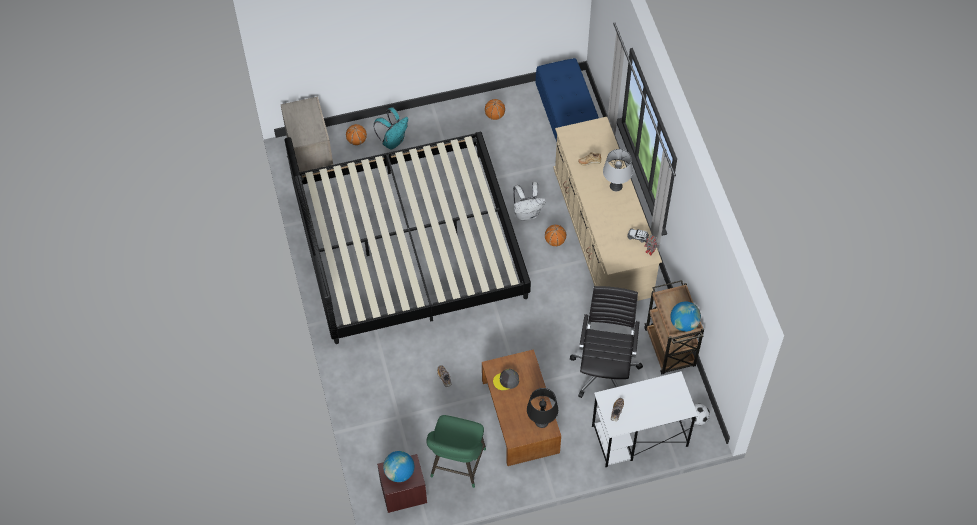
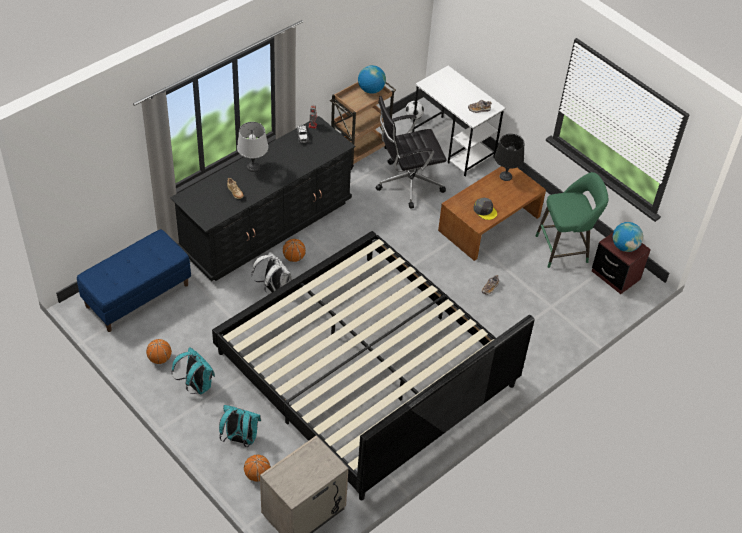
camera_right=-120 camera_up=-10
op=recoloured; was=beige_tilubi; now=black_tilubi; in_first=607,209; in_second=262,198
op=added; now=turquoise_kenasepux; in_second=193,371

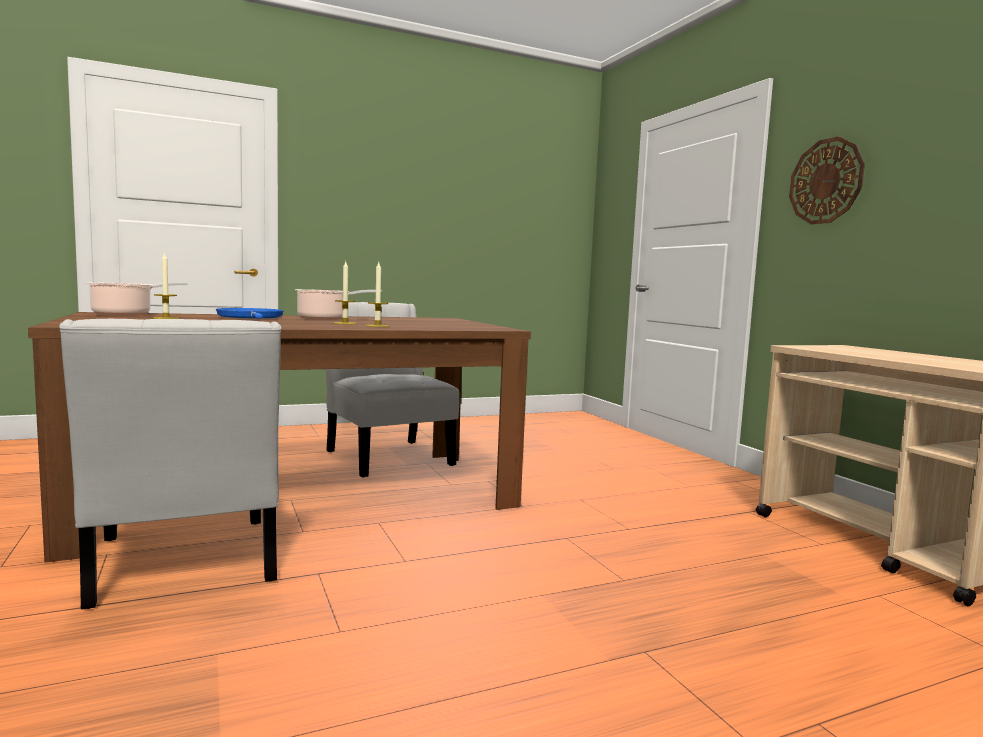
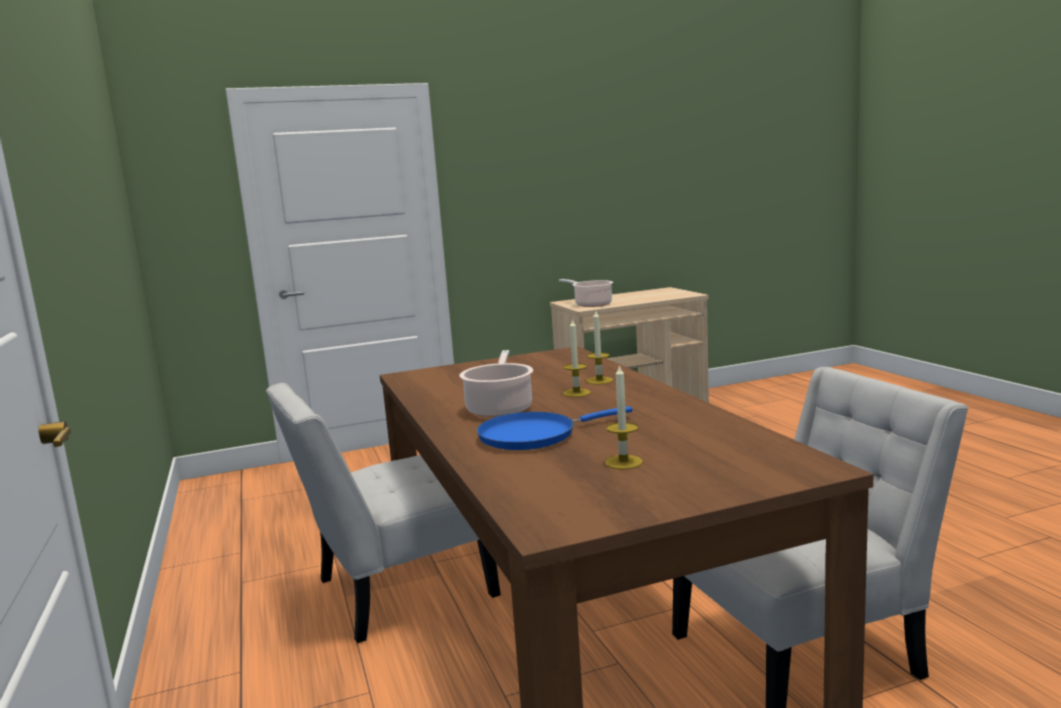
camera_right=-85 camera_up=5
op=removed; was=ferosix; in_first=827,180
op=moved; was=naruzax; in_first=137,299; in_second=586,293

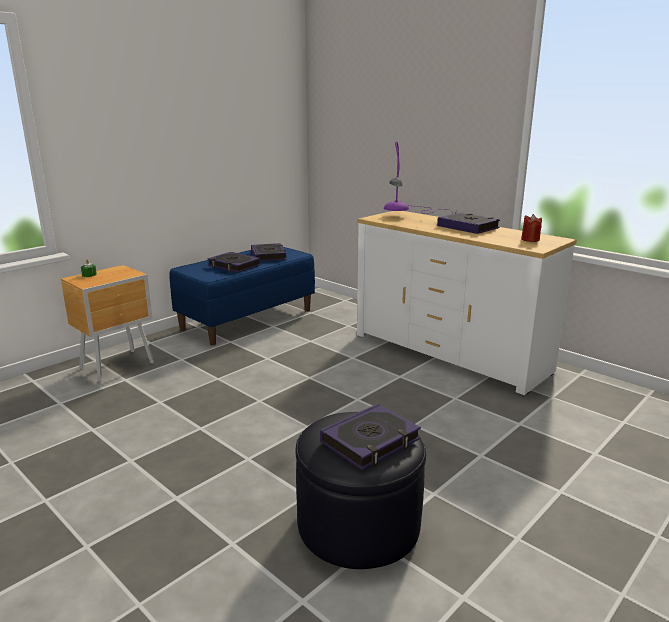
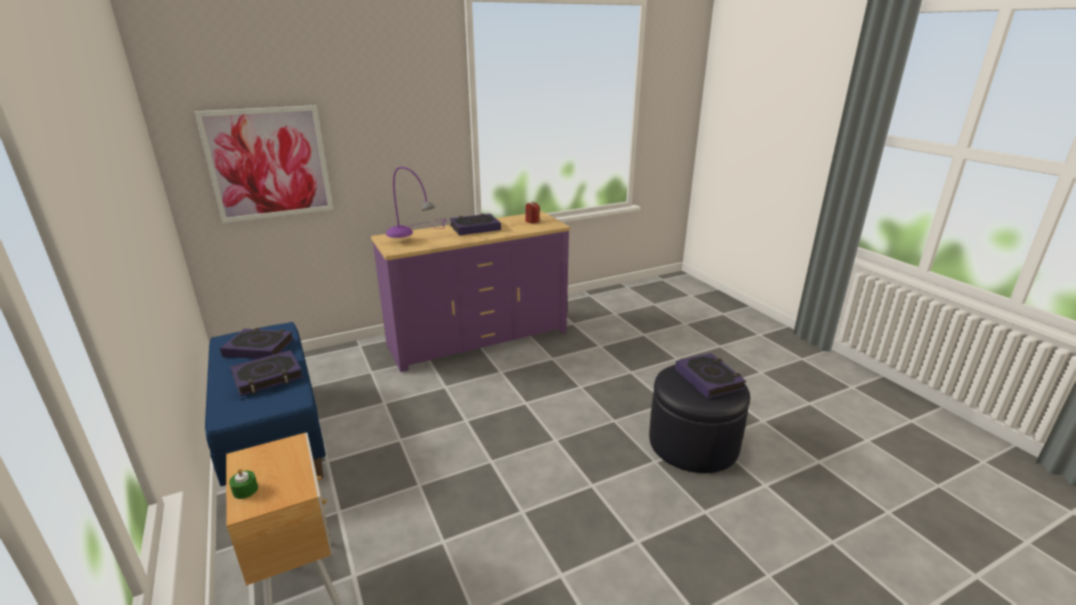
camera_right=-70 camera_up=5
op=recoloured; was=white_tilubi; now=purple_tilubi; in_first=467,303; in_second=470,291
op=added; now=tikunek; in_second=263,164

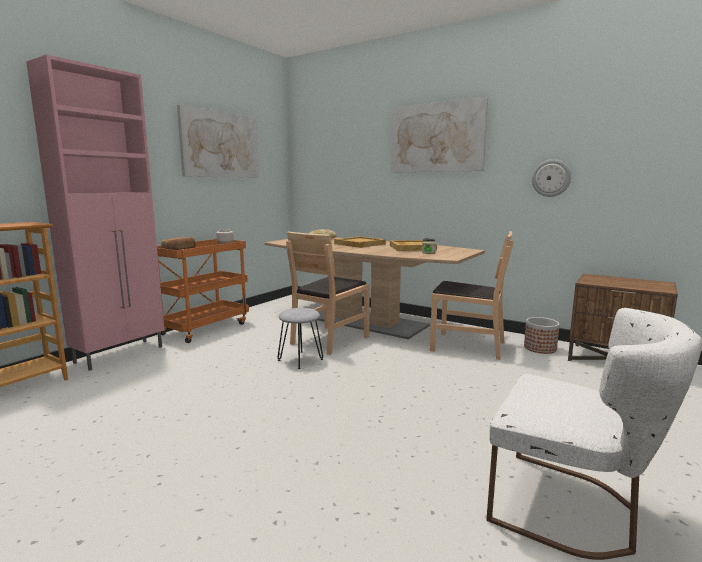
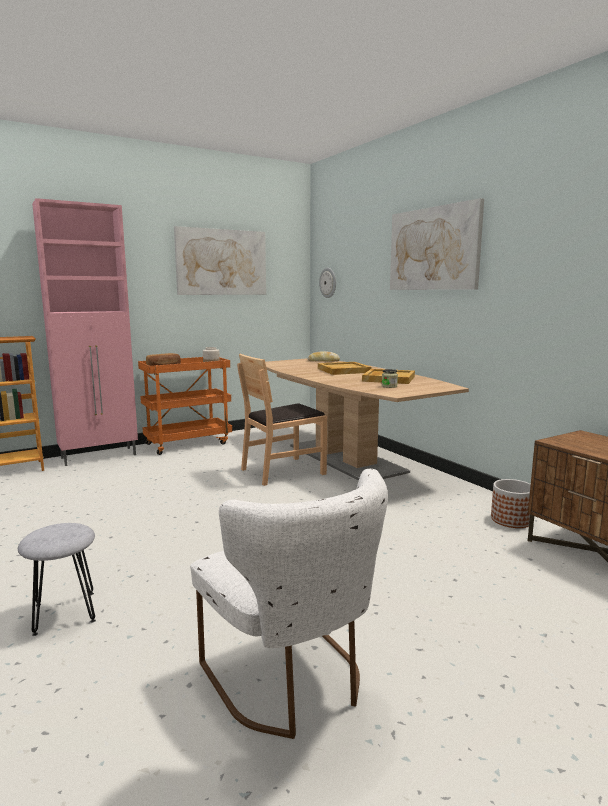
camera_right=25 camera_up=0
op=moved; was=ferosix; in_first=551,178; in_second=327,283
op=removed; was=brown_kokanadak; in_first=471,295
op=moved; was=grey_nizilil; in_first=300,338; in_second=57,579

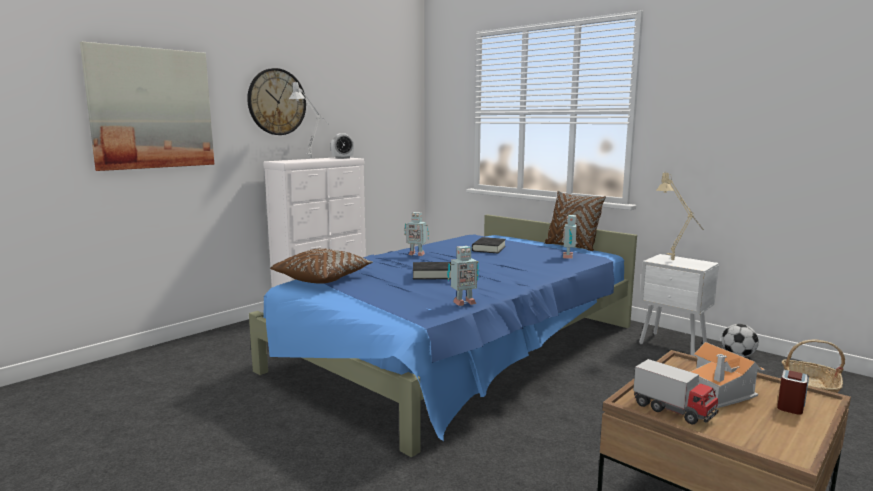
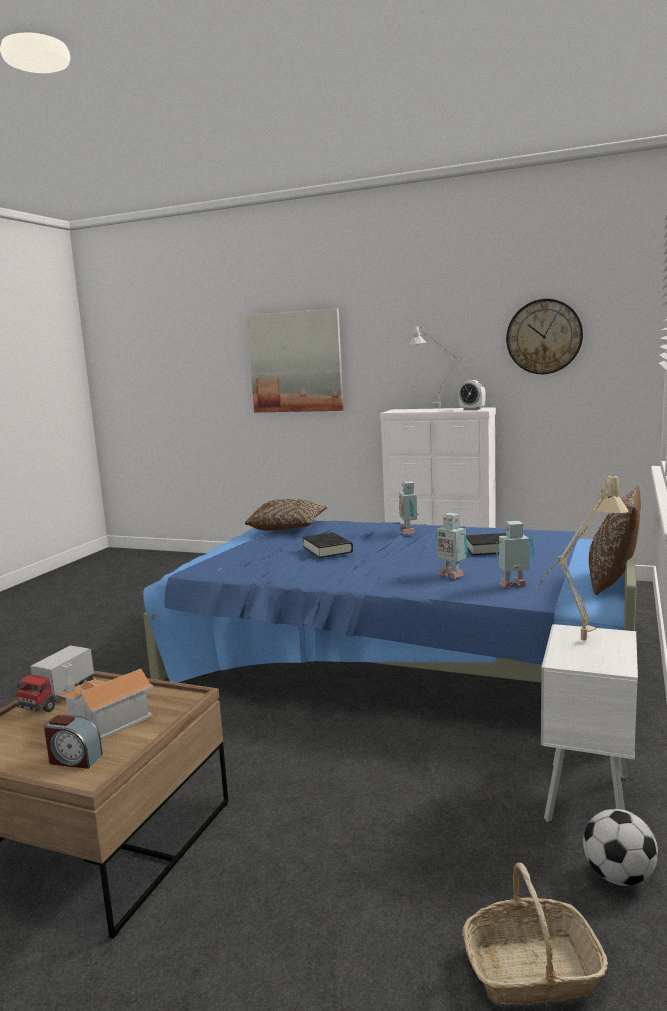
camera_right=70 camera_up=0
op=moved; was=ferosix; in_first=276,101; in_second=544,336
op=moved; was=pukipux; in_first=463,276; in_second=452,546

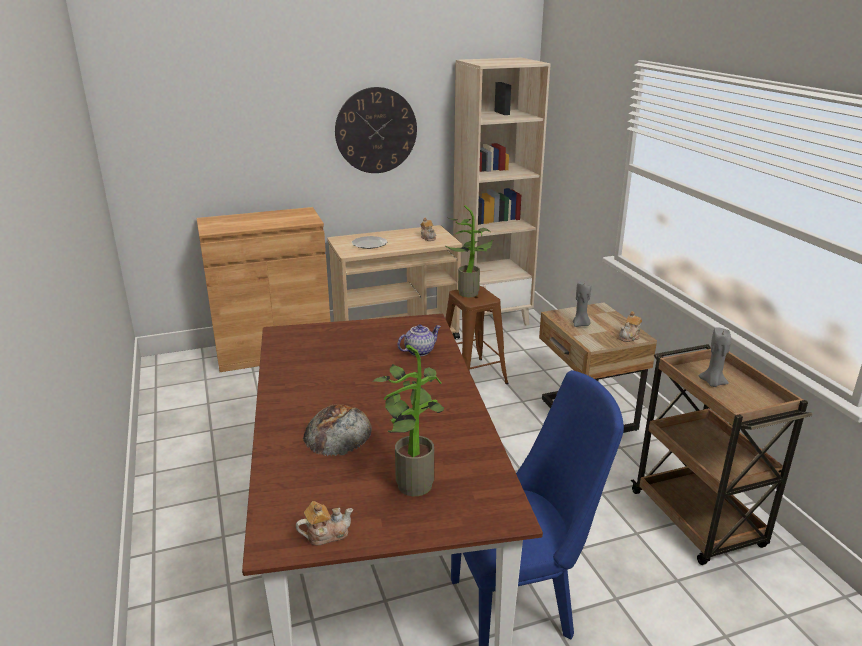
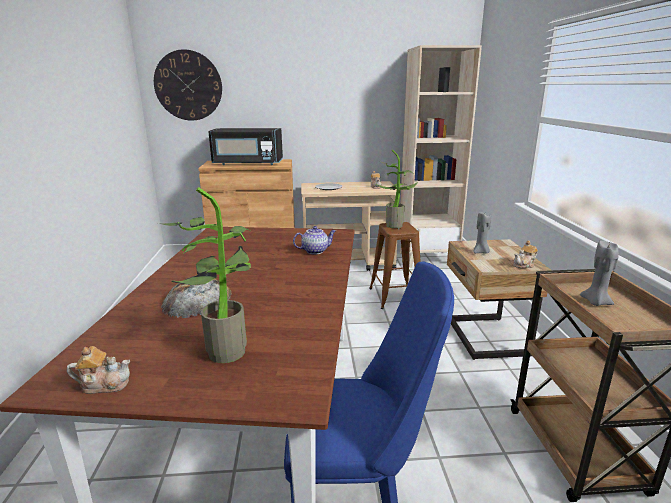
camera_right=15 camera_up=-5
op=moved; was=ferosix; in_first=376,130; in_second=188,85
op=added; now=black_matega; in_second=245,146

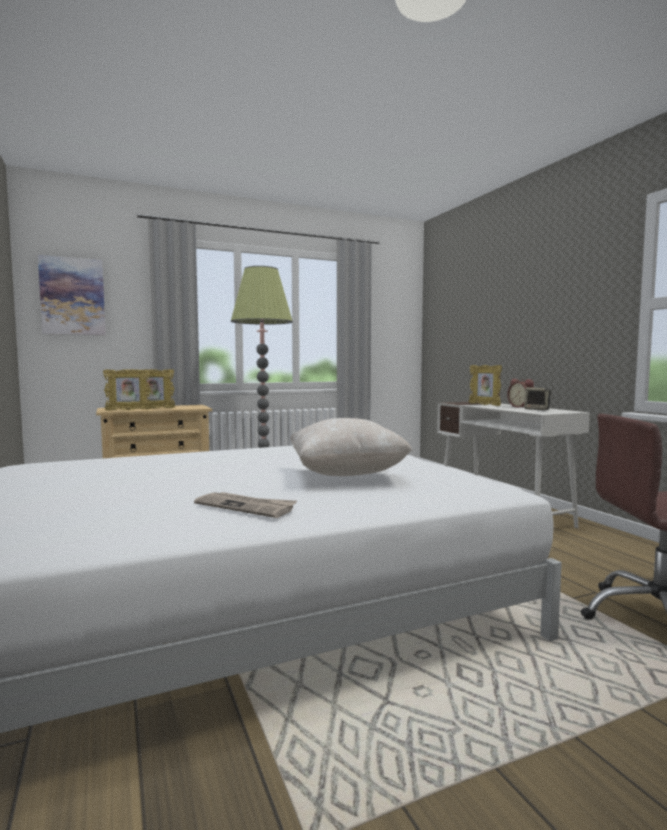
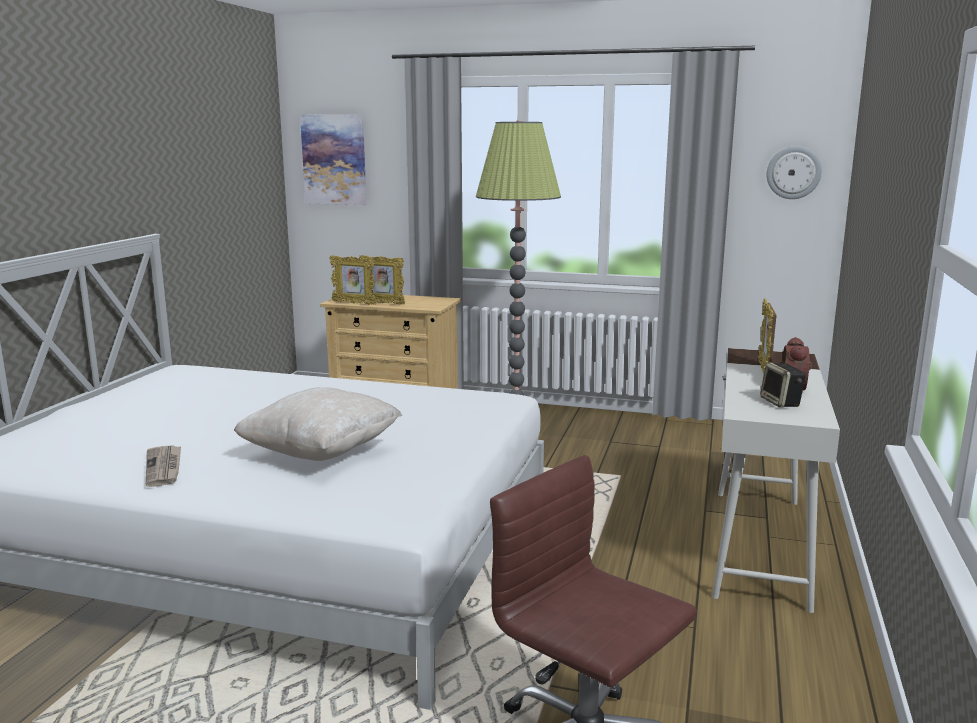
camera_right=40 camera_up=10
op=added; now=ferosix; in_second=794,172

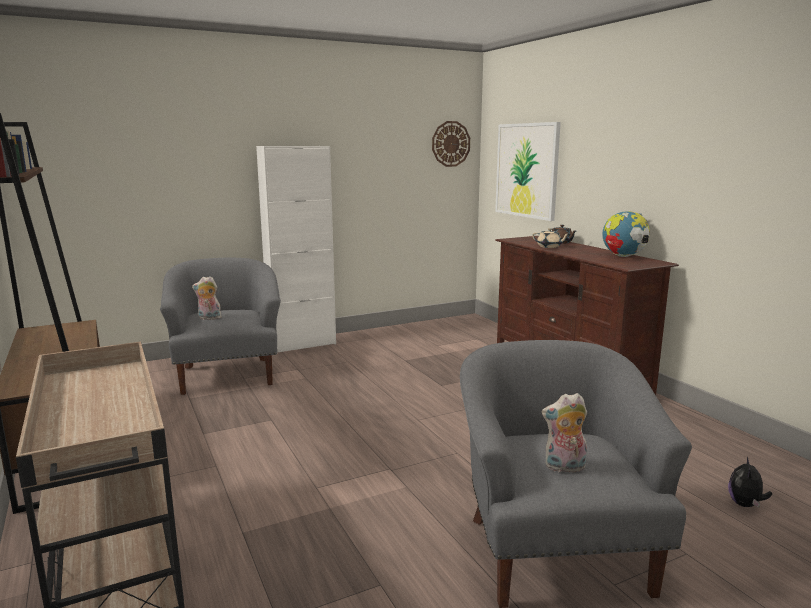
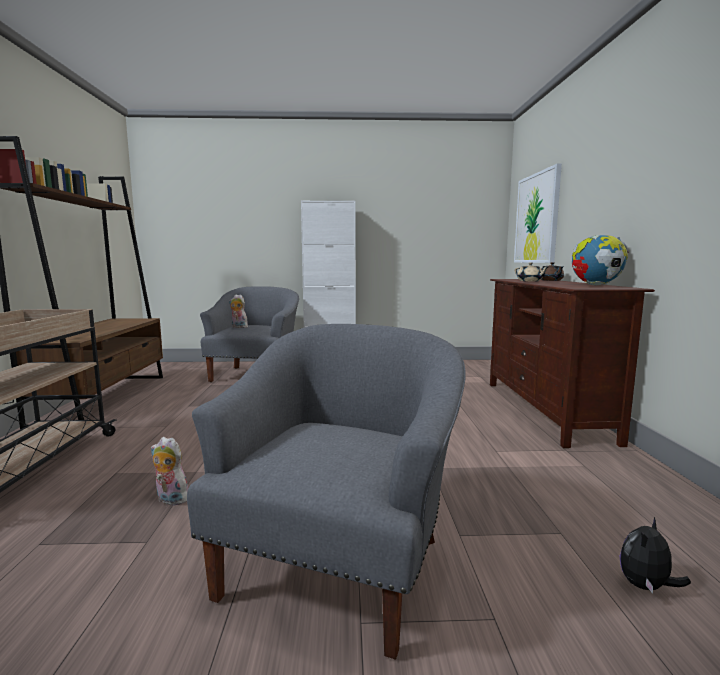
camera_right=25 camera_up=-5
op=removed; was=ferosix; in_first=451,144
op=moved; was=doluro; in_first=564,432; in_second=169,471

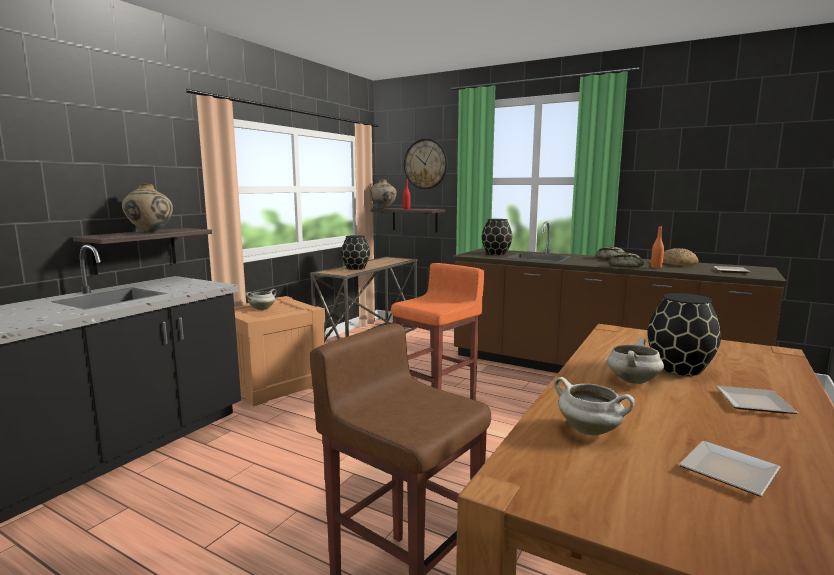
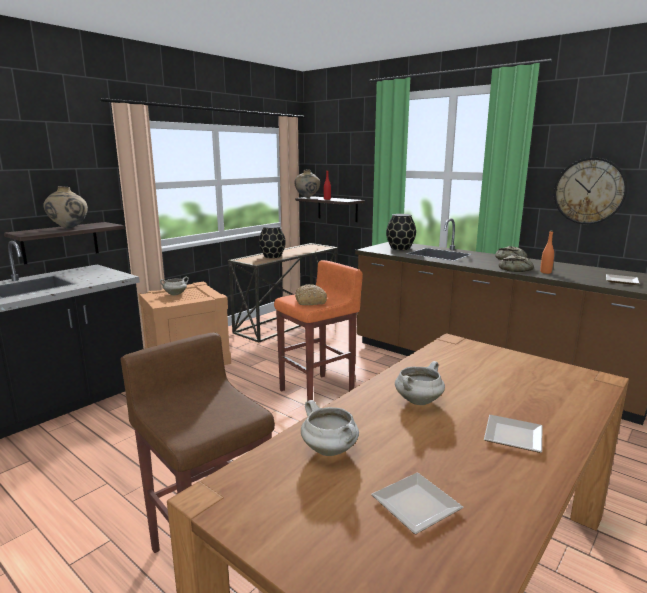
camera_right=10 camera_up=5
op=moved; was=ferosix; in_first=426,164; in_second=590,191
op=moved; was=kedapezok; in_first=681,257; in_second=311,294
op=removed; was=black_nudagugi; in_first=684,334

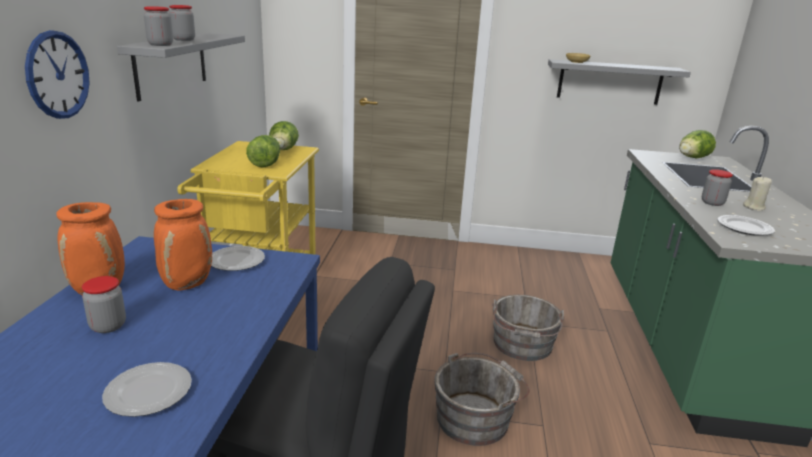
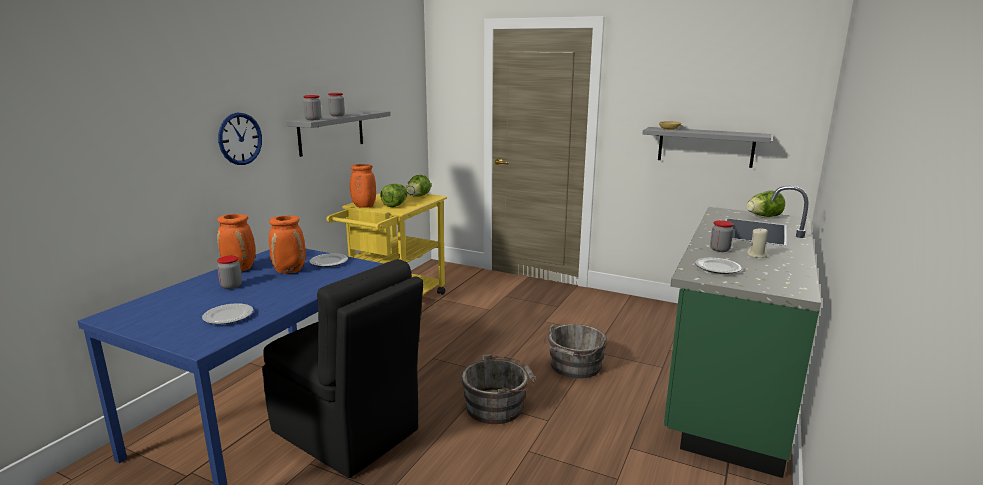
camera_right=20 camera_up=-5
op=added; now=orange_nudagugi; in_second=363,186

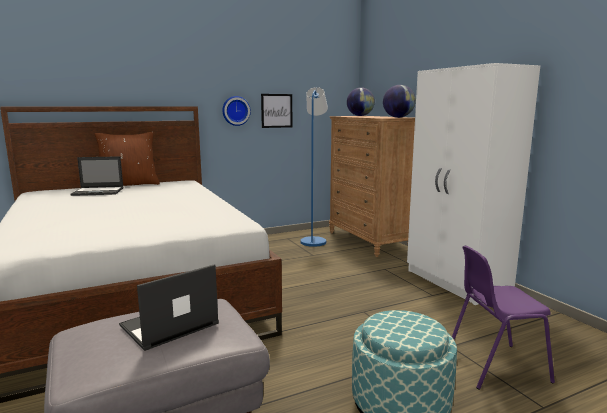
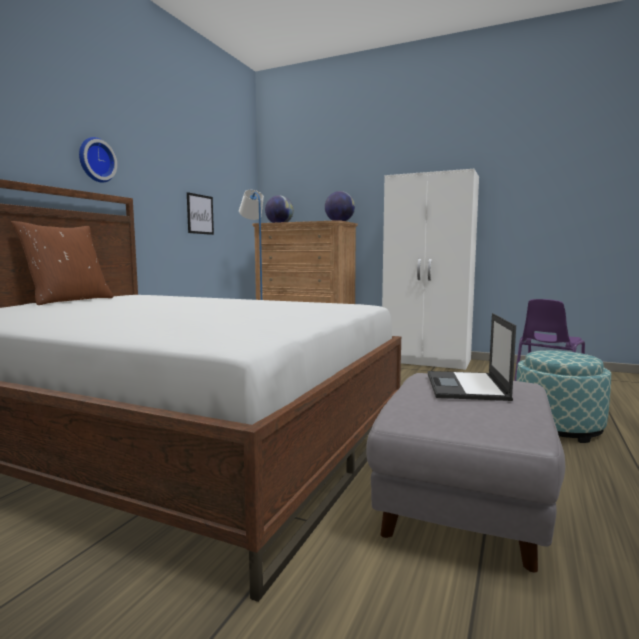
camera_right=-40 camera_up=-5
op=moved; was=ferosix; in_first=236,111; in_second=98,160
op=removed; was=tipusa; in_first=97,176

